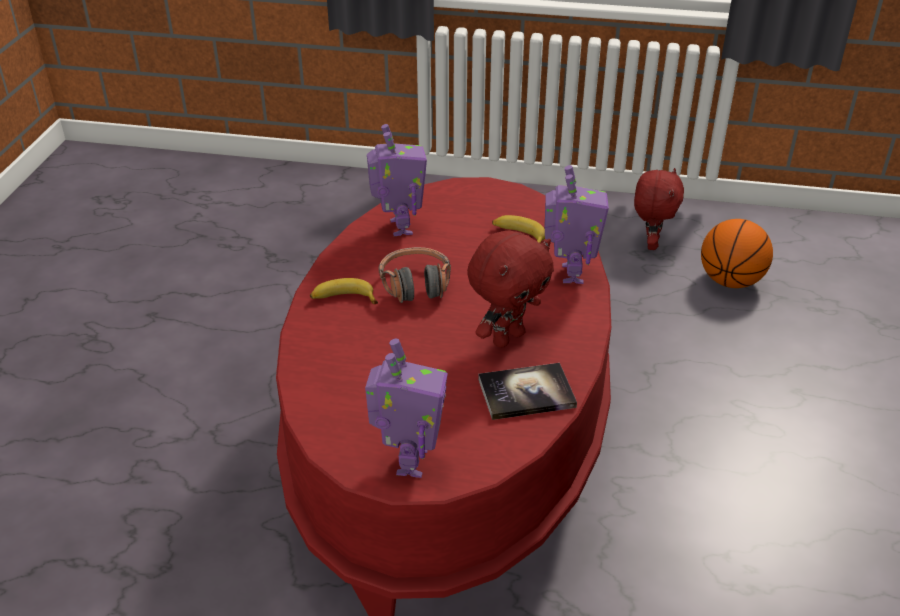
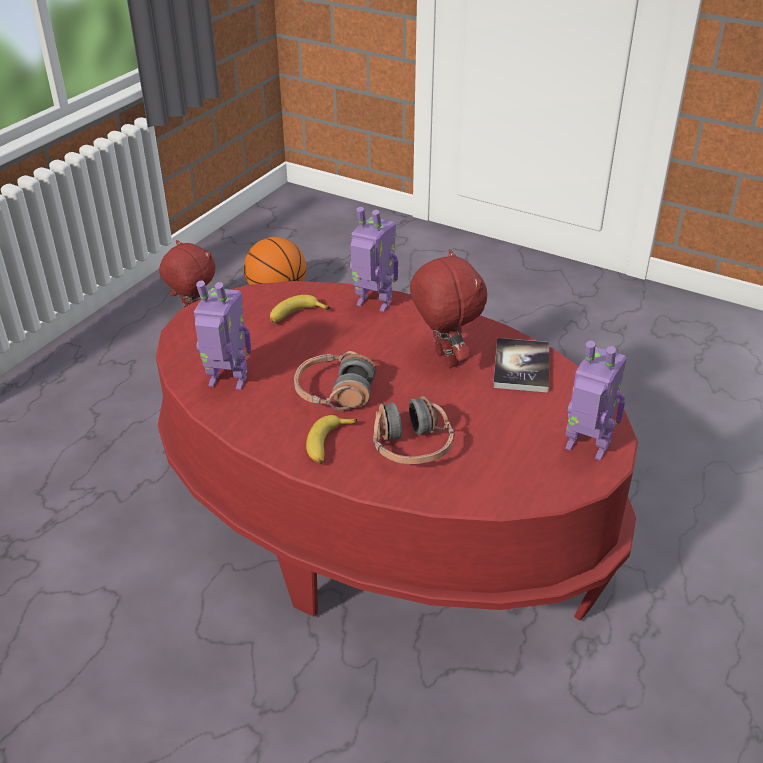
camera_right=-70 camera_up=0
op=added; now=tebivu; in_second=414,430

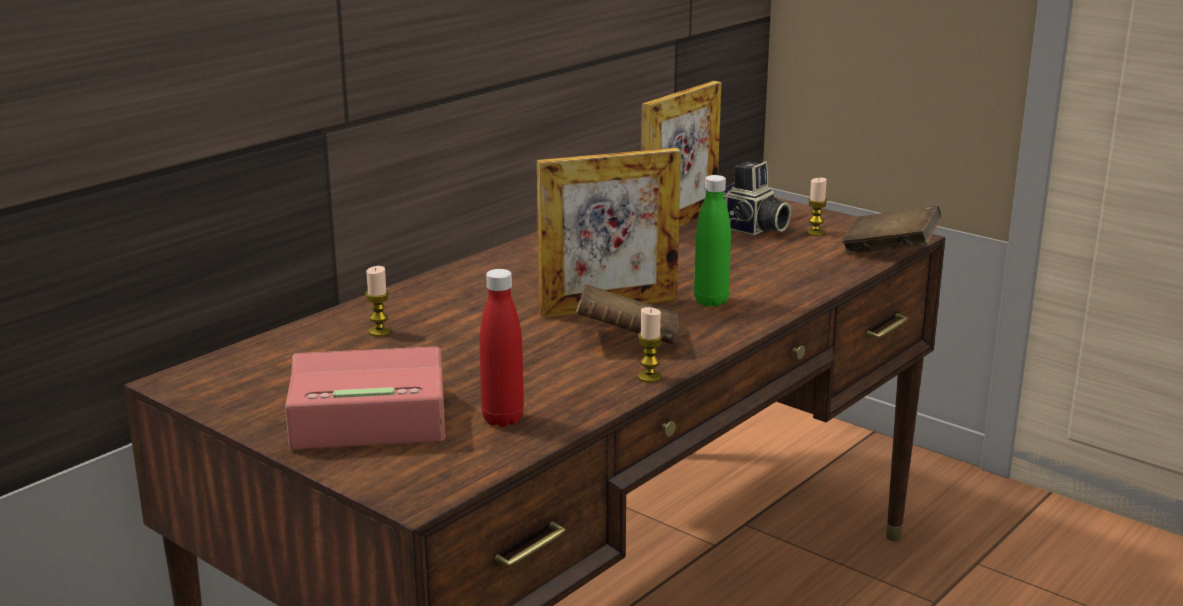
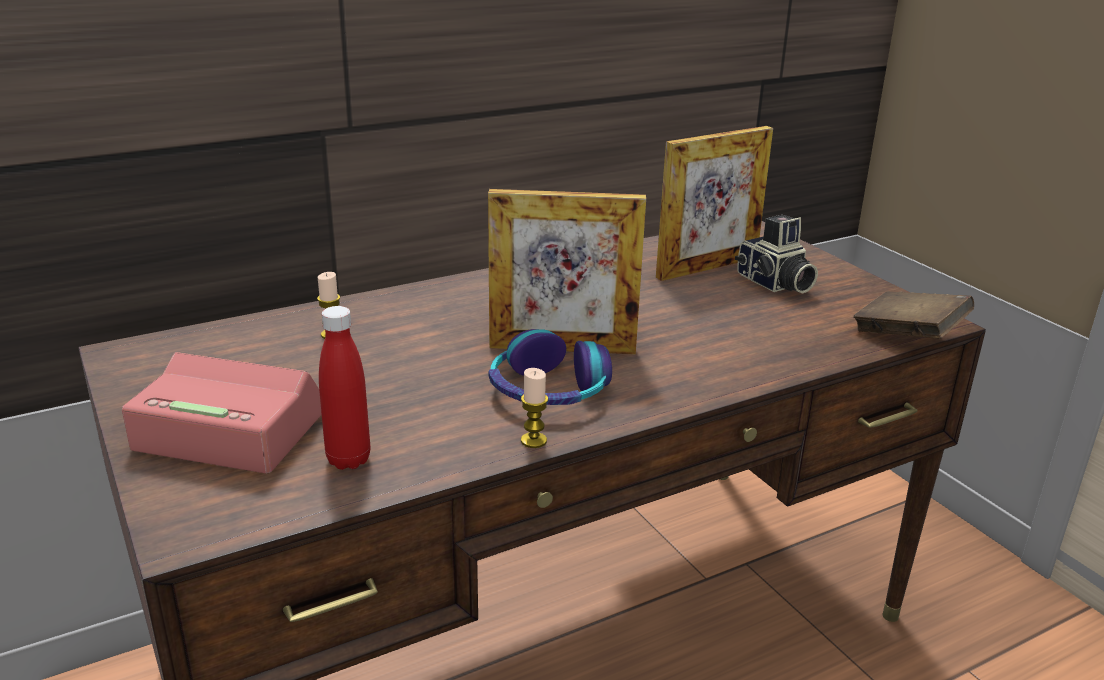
camera_right=20 camera_up=5
op=removed; was=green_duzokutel; in_first=712,241
op=removed; was=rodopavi; in_first=816,207
op=replaced; was=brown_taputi; now=tebivu; in_first=627,314; in_second=550,367

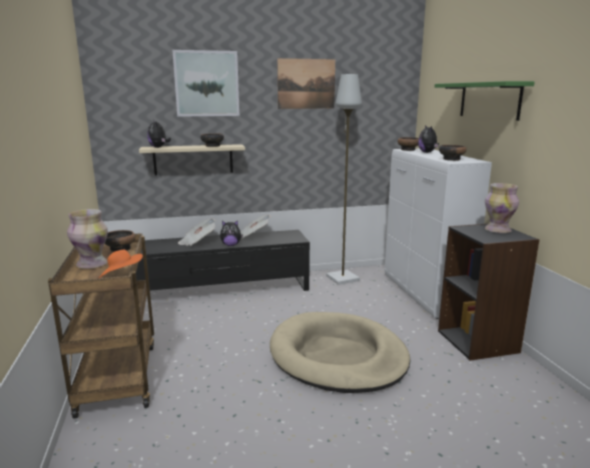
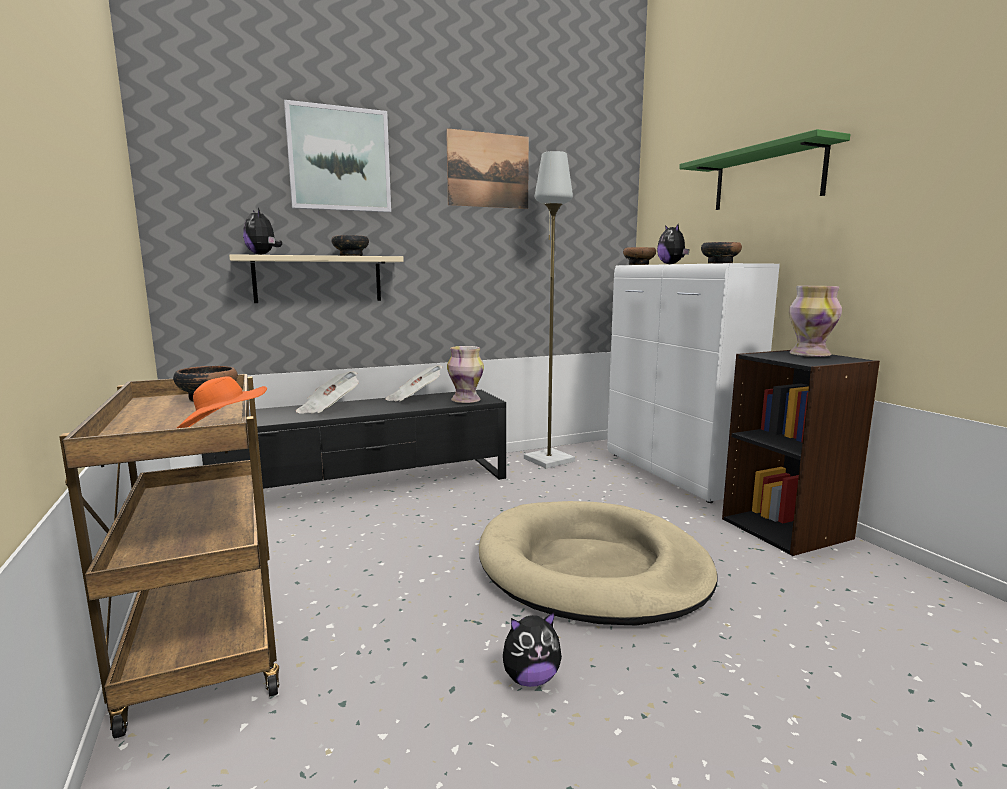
camera_right=-10 camera_up=-5
op=moved; was=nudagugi; in_first=87,239; in_second=465,374
op=moved; was=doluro; in_first=231,233; in_second=532,649

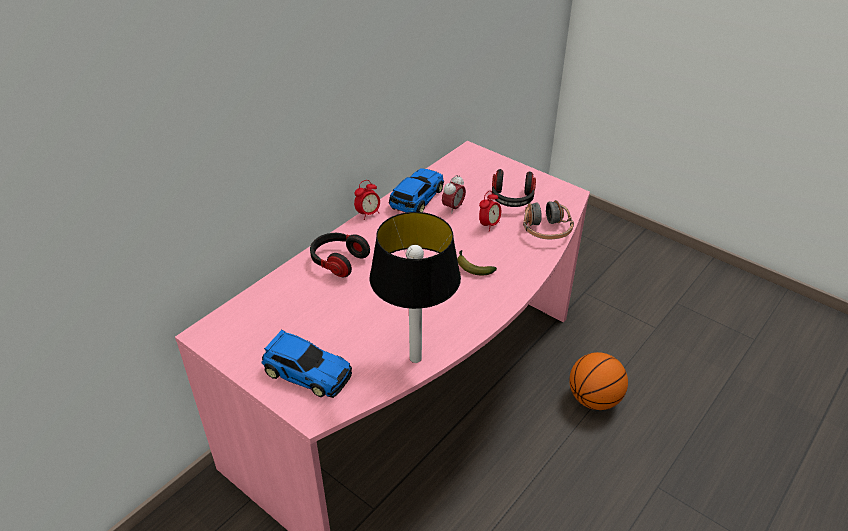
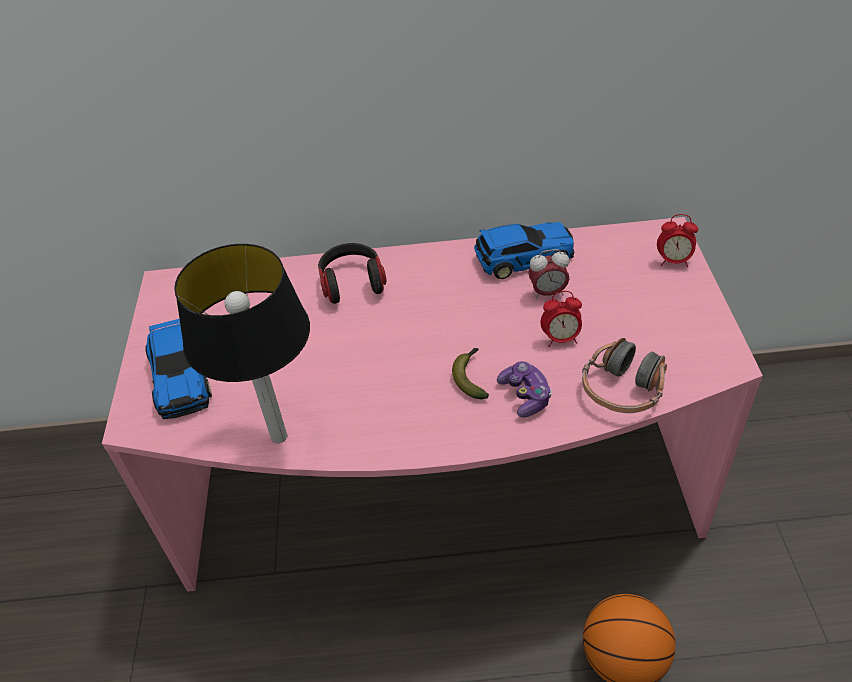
camera_right=50 camera_up=5
op=removed; was=tebivu; in_first=514,188
op=moved; was=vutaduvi; in_first=367,200; in_second=677,240
op=added; now=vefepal; in_second=524,389

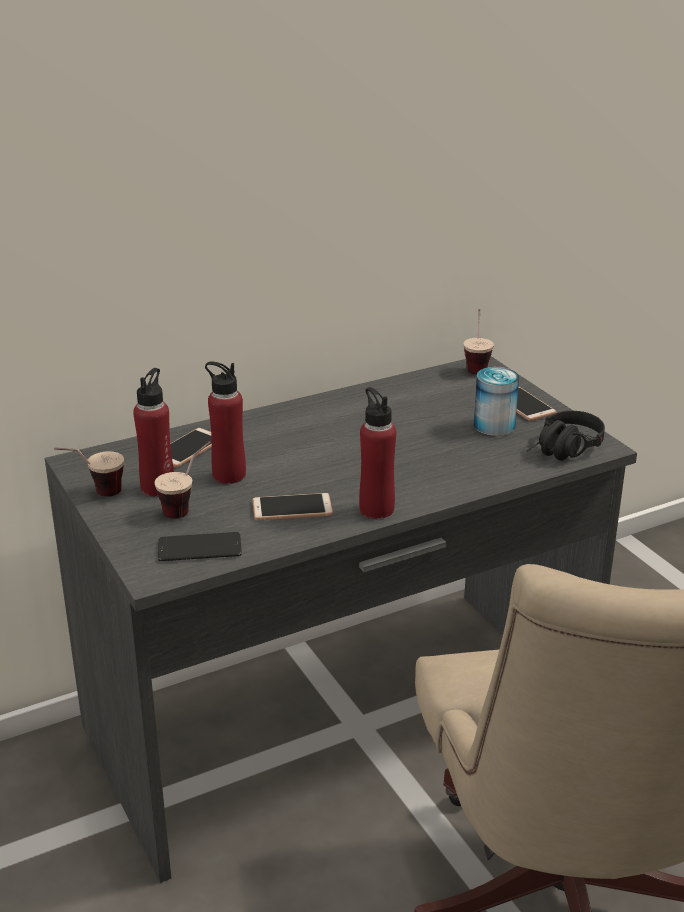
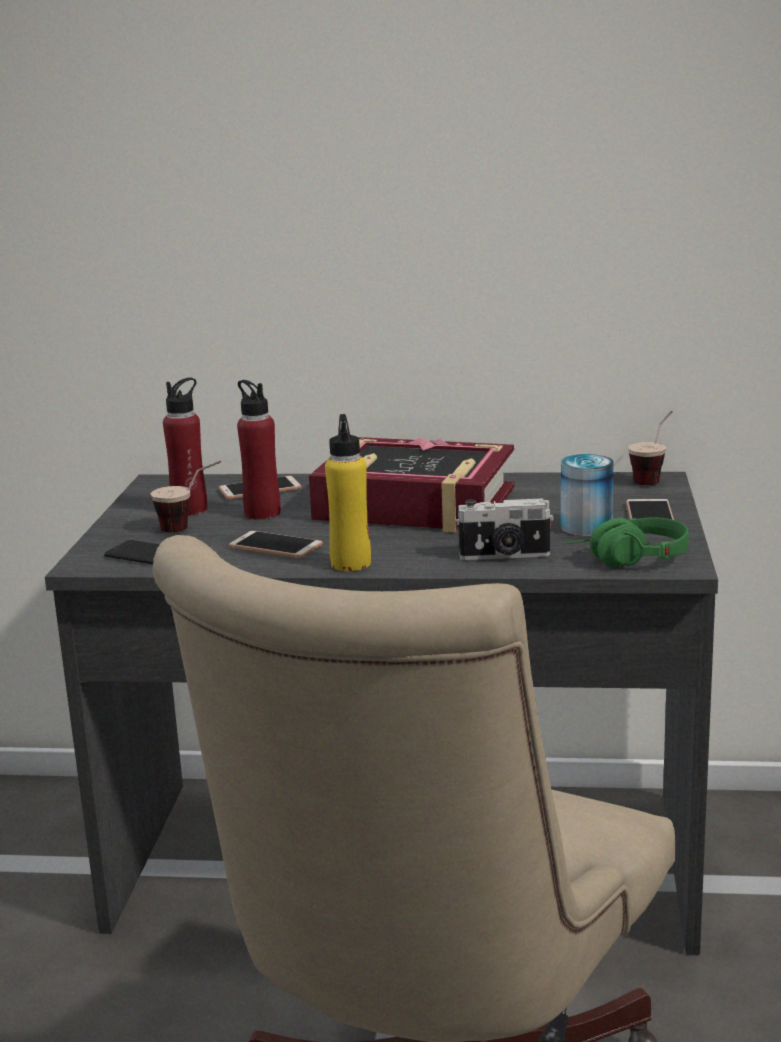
camera_right=35 camera_up=-10
op=recoloured; was=red_duzokutel; now=yellow_duzokutel; in_first=377,453; in_second=348,492
op=recoloured; was=black_tebivu; now=green_tebivu; in_first=566,436; in_second=626,542
op=removed; was=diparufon; in_first=89,472
op=added; now=taputi; in_second=412,484
op=added; now=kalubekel; in_second=504,529

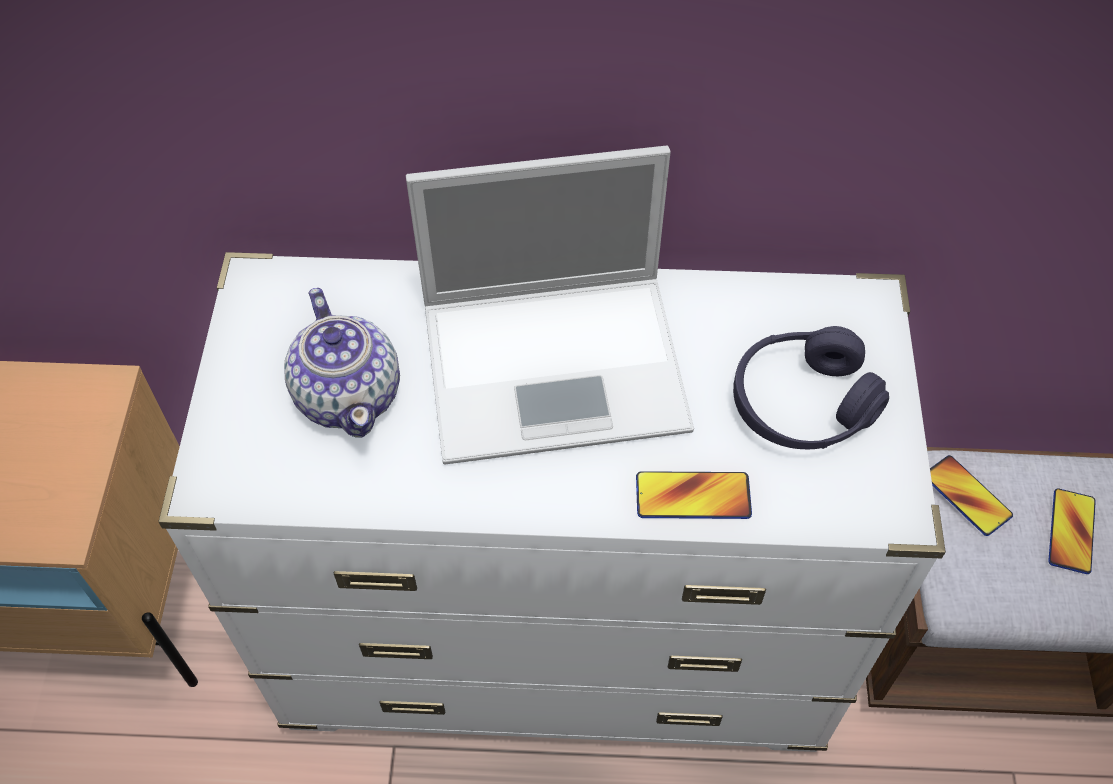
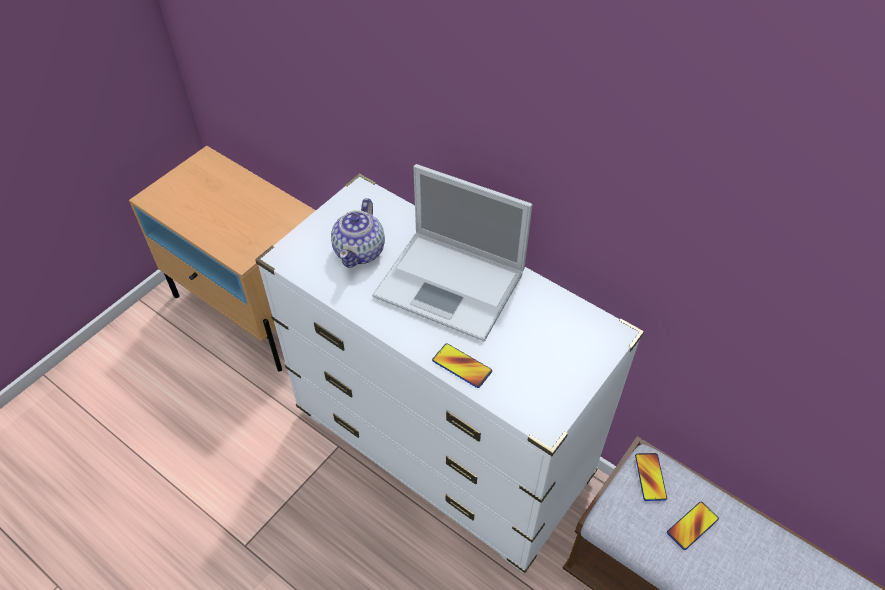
camera_right=35 camera_up=-5
op=removed; was=purple_tebivu; in_first=811,388

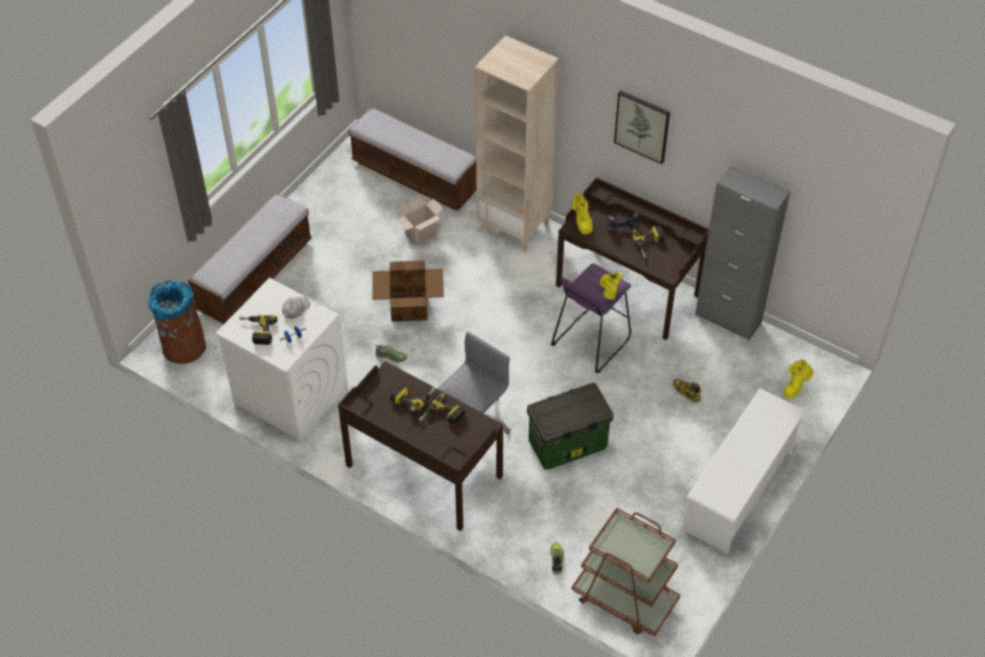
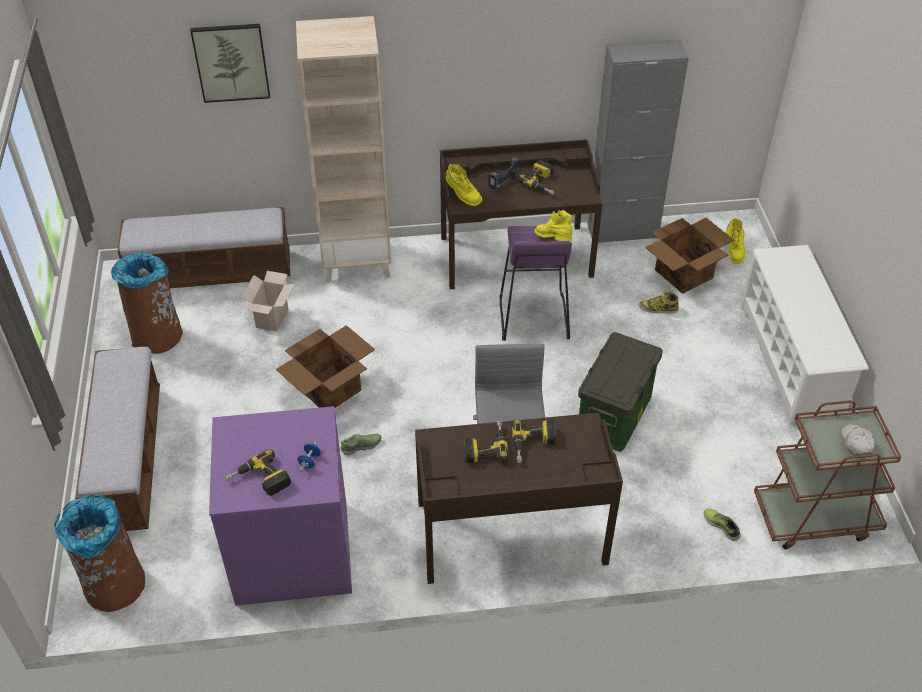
camera_right=-40 camera_up=-5
op=moved; was=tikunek; in_first=642,127; in_second=230,63
op=recoloured; was=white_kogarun; now=purple_kogarun; in_first=282,359; in_second=280,506
op=moved; was=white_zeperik; in_first=296,308; in_second=858,440
op=added; now=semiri; in_second=689,256
op=added; now=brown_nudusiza; in_second=147,303

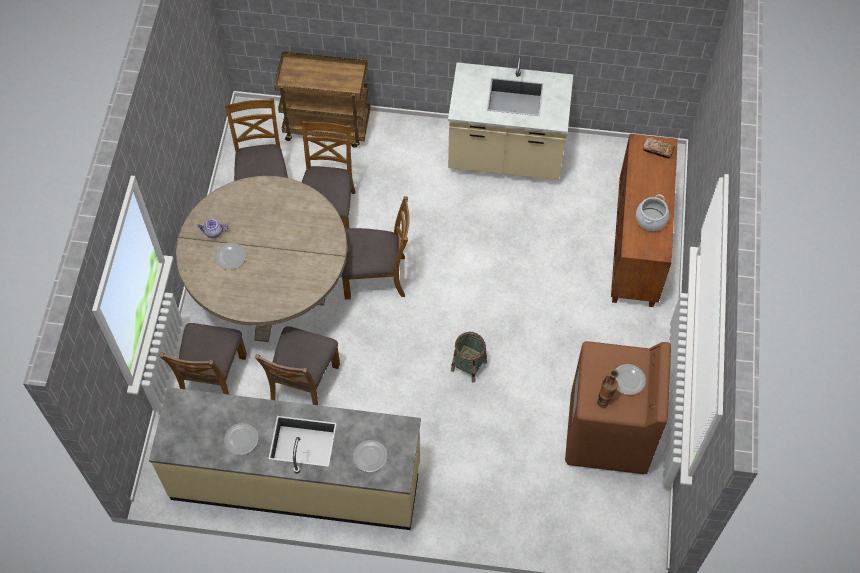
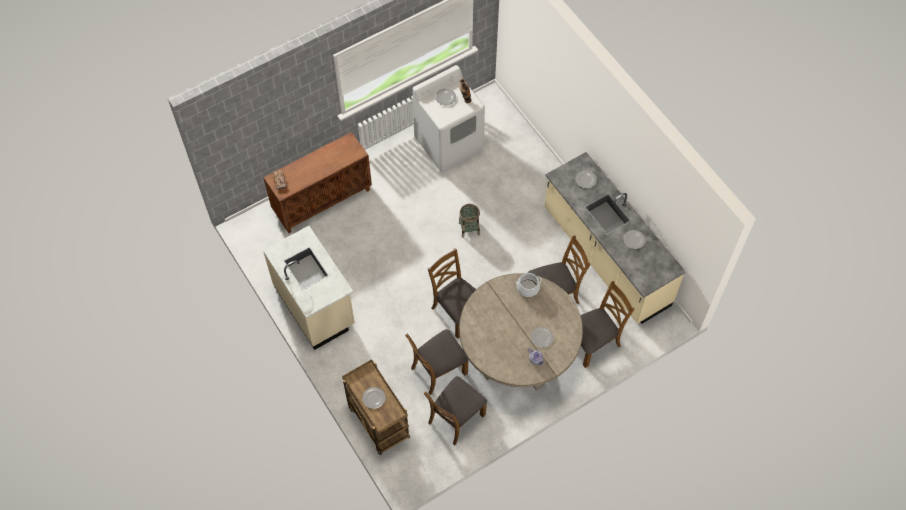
camera_right=-130 camera_up=0
op=moved; was=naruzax; in_first=652,212; in_second=529,285
op=recoloured; was=brown_kogarun; now=white_kogarun; in_first=618,407; in_second=448,119
op=added; now=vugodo; in_second=374,398

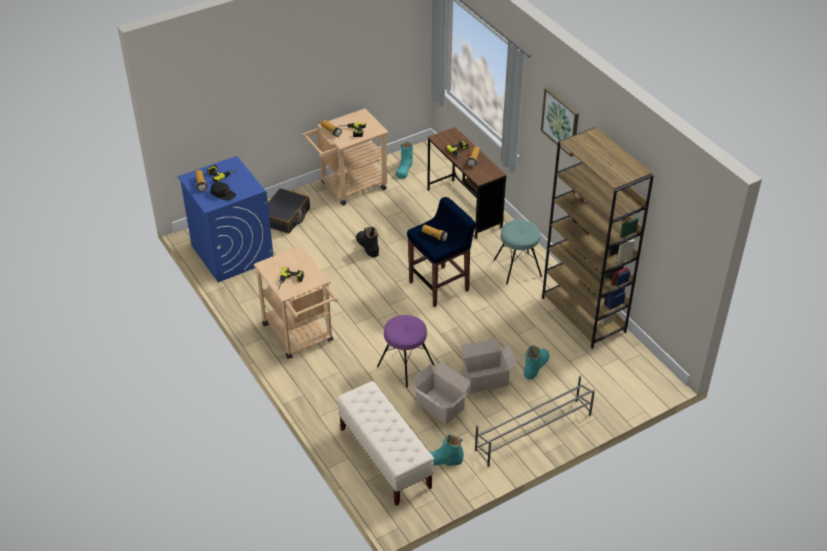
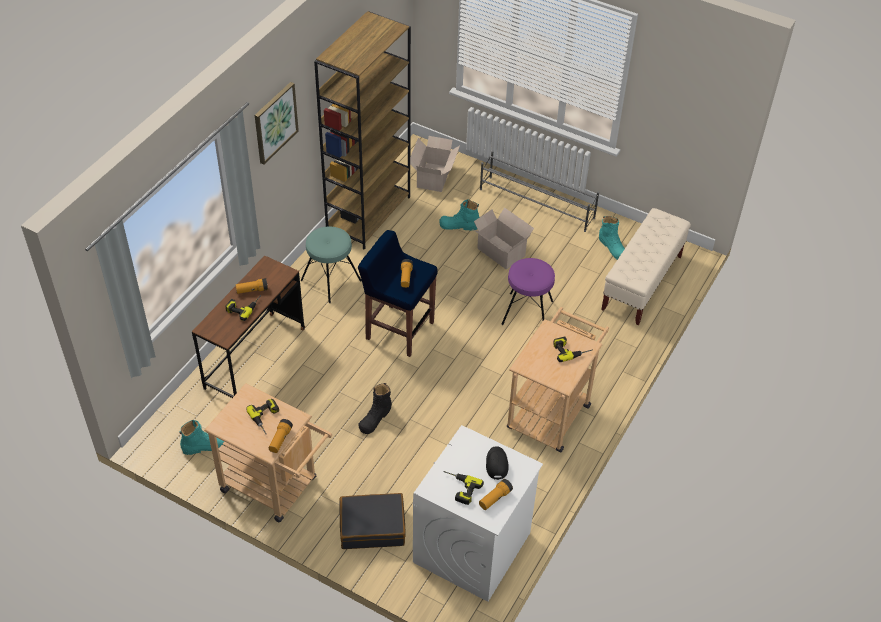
camera_right=-120 camera_up=5
op=recoloured; was=blue_kogarun; now=white_kogarun; in_first=225,219; in_second=478,513
op=moved; was=semiri; in_first=441,392; in_second=435,164

